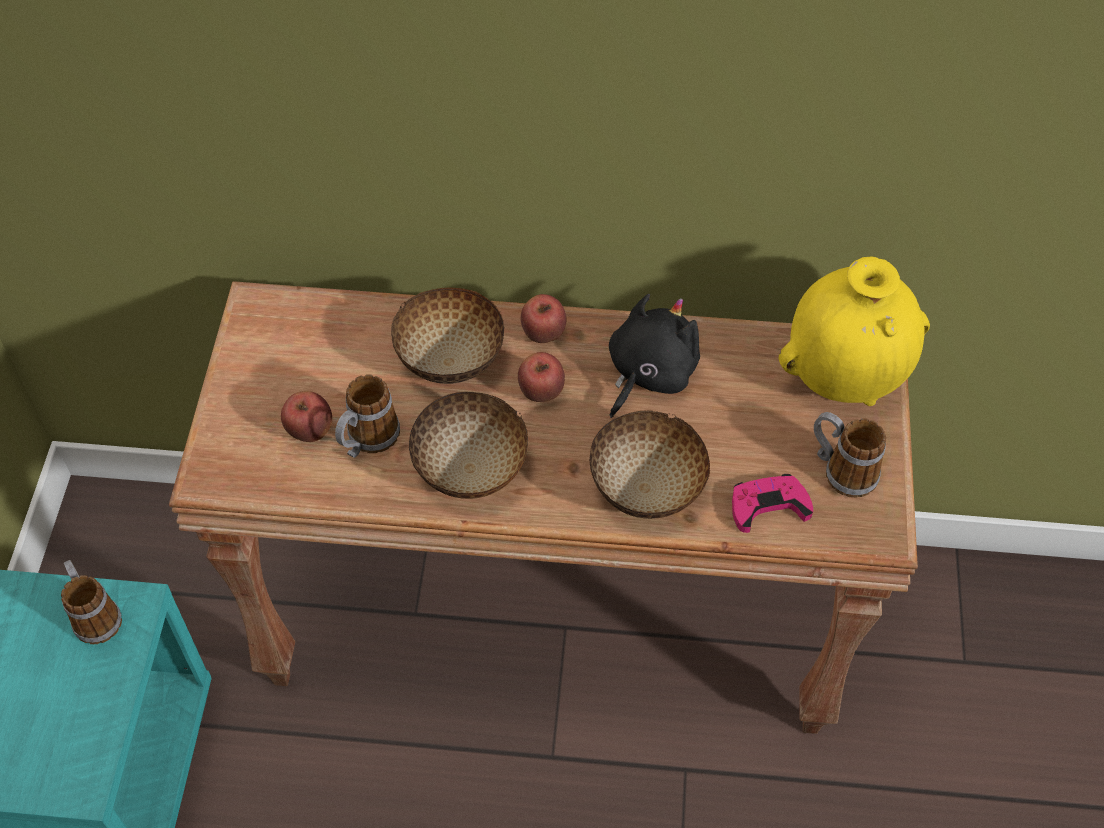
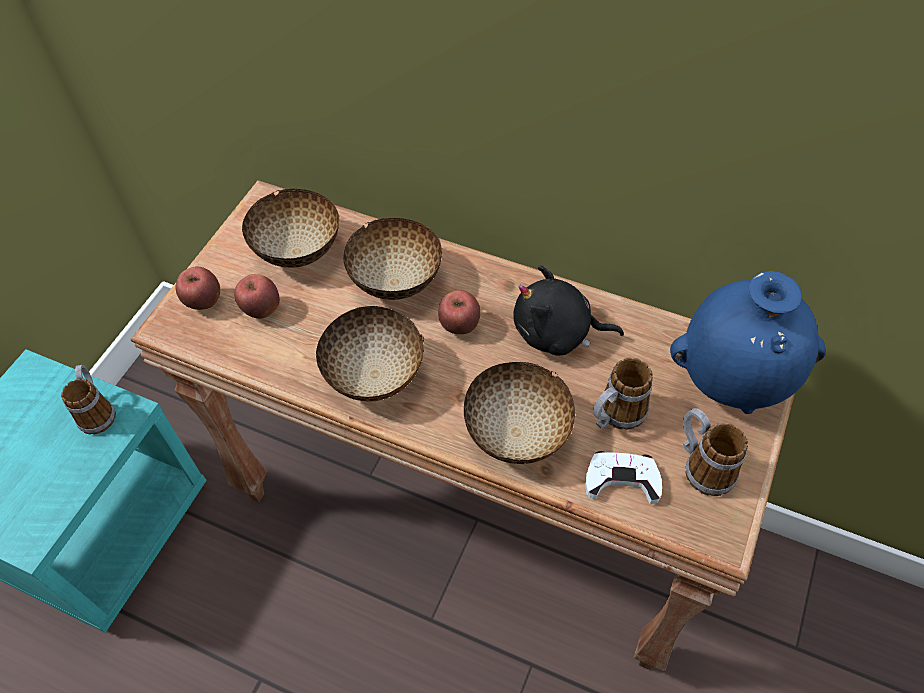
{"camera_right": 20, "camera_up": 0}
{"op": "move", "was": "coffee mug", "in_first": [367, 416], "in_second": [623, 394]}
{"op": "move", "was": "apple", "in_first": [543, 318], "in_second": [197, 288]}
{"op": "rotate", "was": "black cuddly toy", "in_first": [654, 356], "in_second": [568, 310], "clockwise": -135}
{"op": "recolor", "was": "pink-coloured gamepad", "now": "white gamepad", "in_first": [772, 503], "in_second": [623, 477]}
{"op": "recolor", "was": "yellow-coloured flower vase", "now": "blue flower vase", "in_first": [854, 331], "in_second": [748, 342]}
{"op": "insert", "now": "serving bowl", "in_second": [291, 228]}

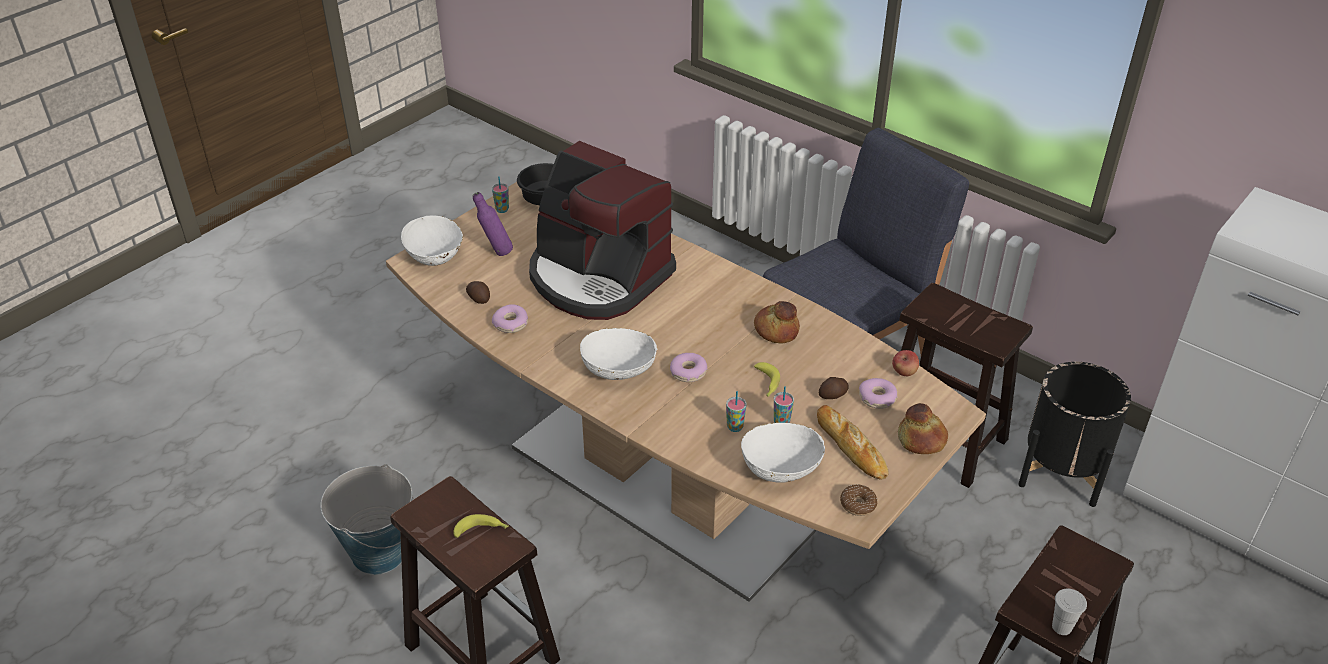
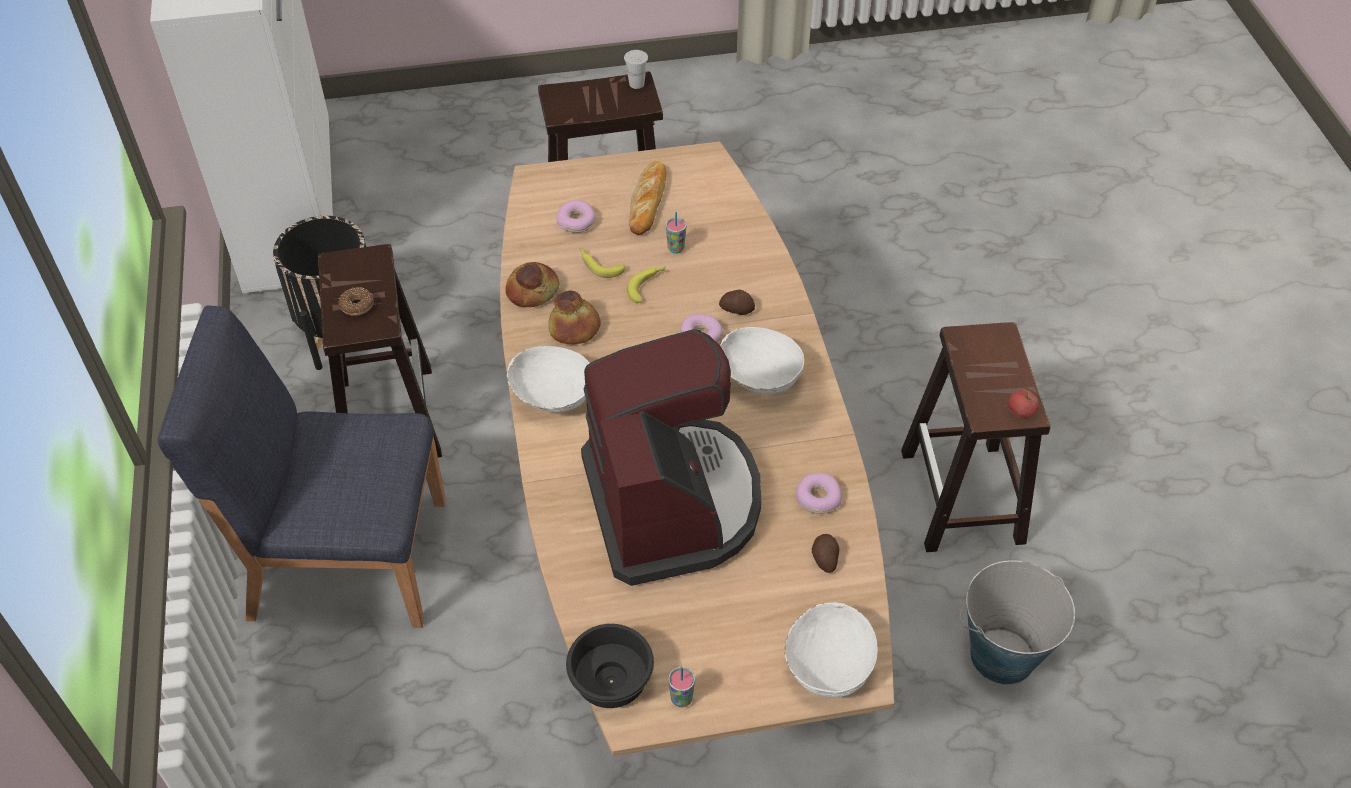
{"camera_right": -140, "camera_up": 10}
{"op": "move", "was": "banana", "in_first": [480, 526], "in_second": [602, 263]}
{"op": "delete", "was": "purple drink bottle", "in_first": [493, 224]}
{"op": "delete", "was": "drinking cup", "in_first": [736, 411]}
{"op": "move", "was": "white serving bowl", "in_first": [783, 453], "in_second": [548, 379]}
{"op": "move", "was": "whole potato", "in_first": [834, 388], "in_second": [737, 302]}
{"op": "move", "was": "doughnut", "in_first": [858, 500], "in_second": [356, 301]}
{"op": "move", "was": "apple", "in_first": [905, 363], "in_second": [1023, 404]}
{"op": "move", "was": "bread", "in_first": [923, 428], "in_second": [532, 284]}

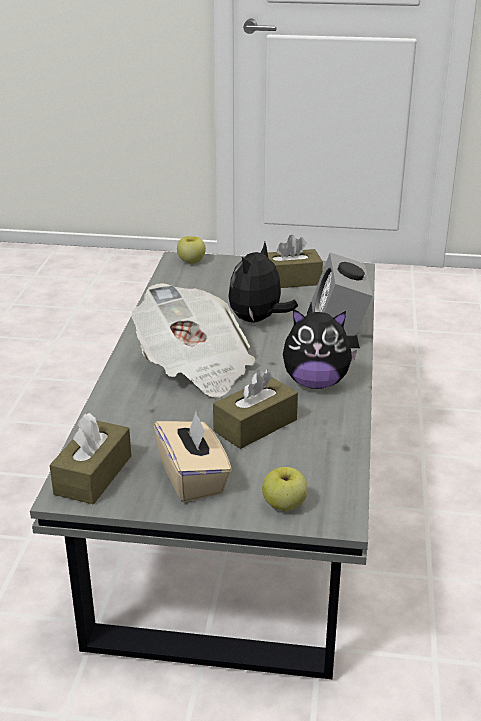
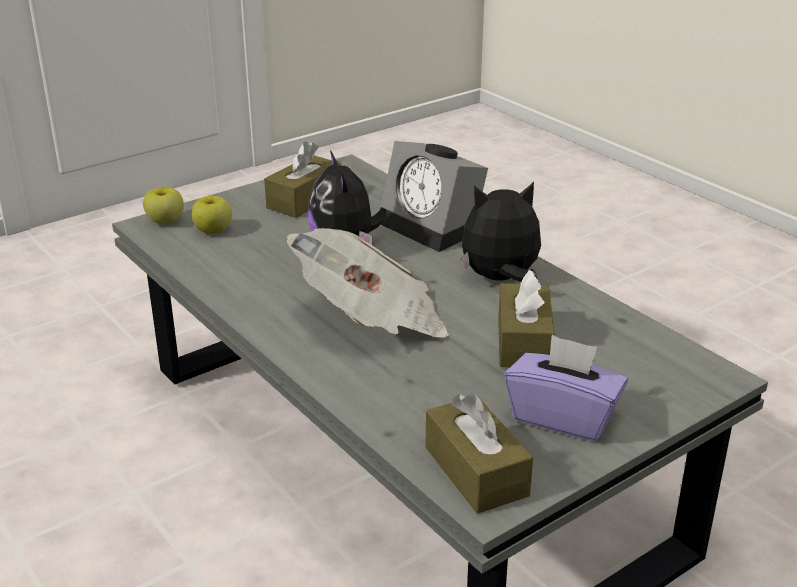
{"camera_right": -45, "camera_up": 0}
{"op": "recolor", "was": "beige tissue box", "now": "purple tissue box", "in_first": [193, 457], "in_second": [566, 388]}
{"op": "move", "was": "apple", "in_first": [285, 489], "in_second": [212, 215]}
{"op": "rotate", "was": "cuddly toy", "in_first": [320, 349], "in_second": [501, 232], "clockwise": -150}

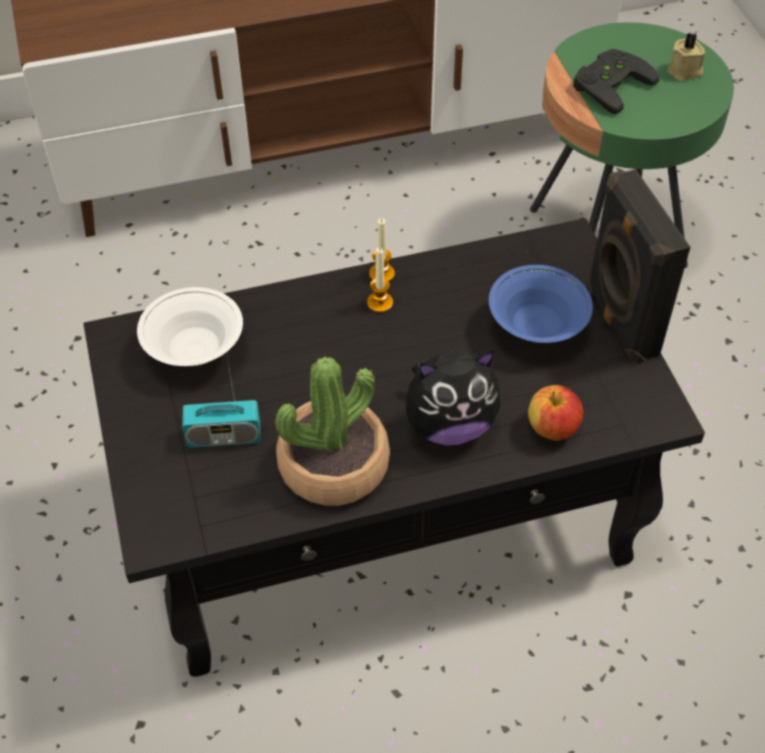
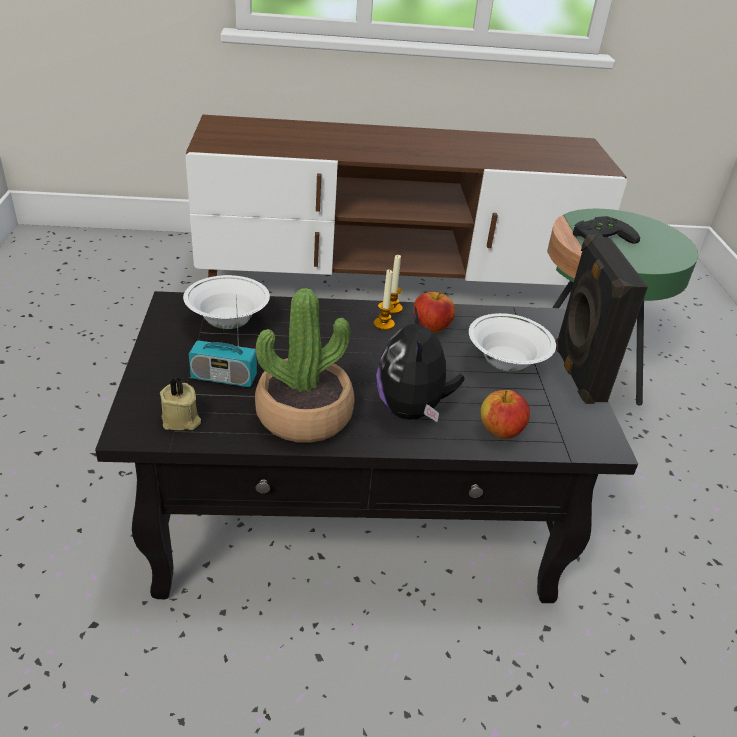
{"camera_right": 10, "camera_up": -15}
{"op": "rotate", "was": "cuddly toy", "in_first": [453, 397], "in_second": [420, 364], "clockwise": 90}
{"op": "recolor", "was": "blue serving bowl", "now": "white serving bowl", "in_first": [541, 304], "in_second": [512, 342]}
{"op": "move", "was": "beige candle", "in_first": [686, 57], "in_second": [180, 403]}
{"op": "insert", "now": "apple", "in_second": [434, 312]}

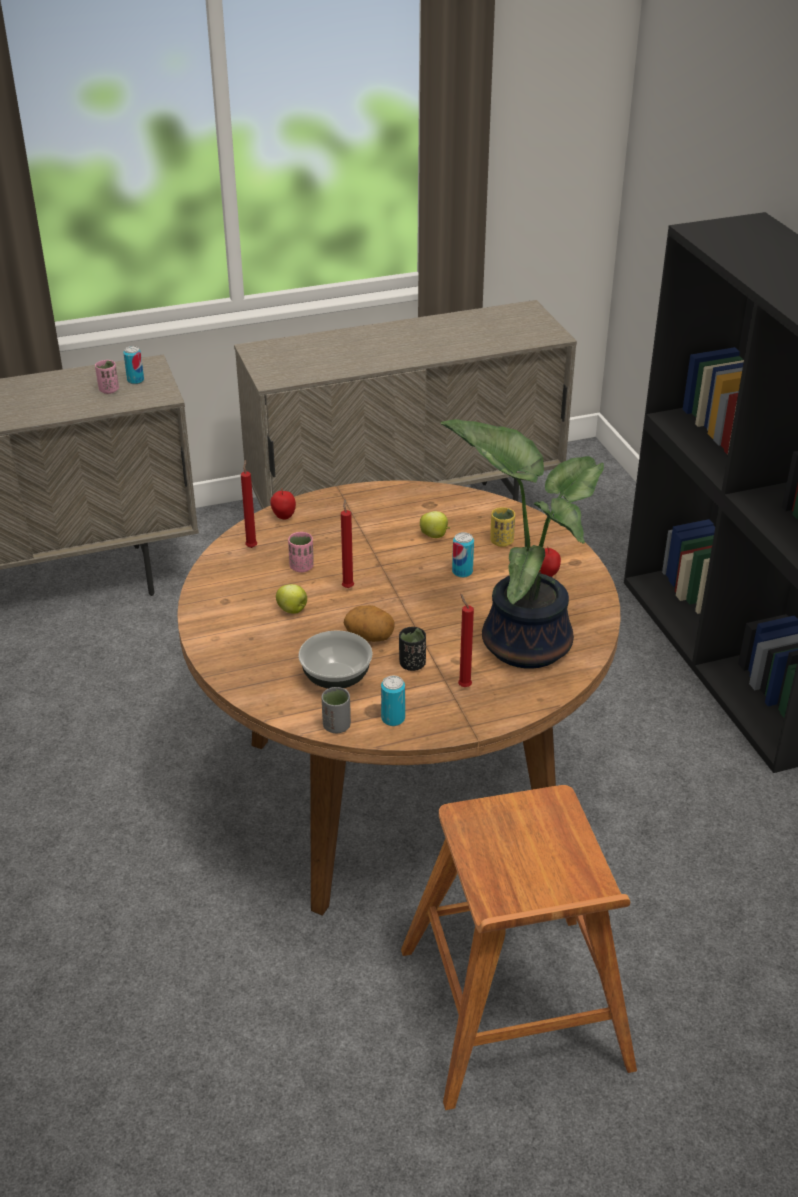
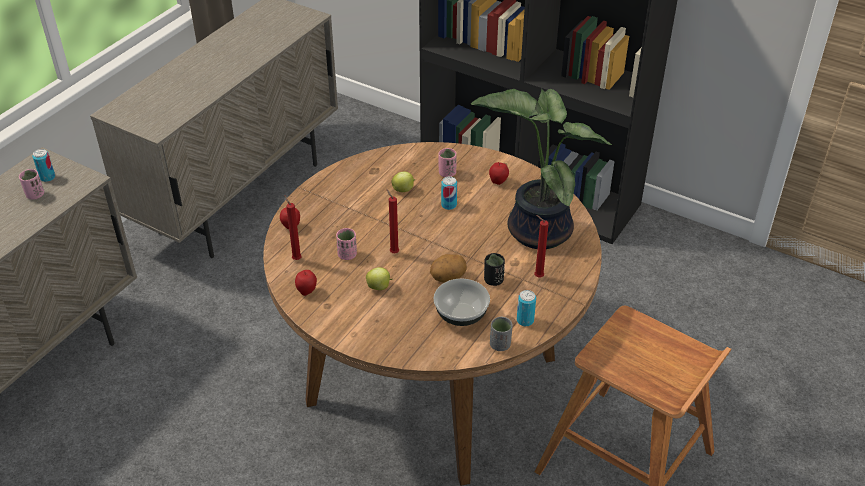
{"camera_right": -40, "camera_up": 5}
{"op": "recolor", "was": "yellow-coloured drinking cup", "now": "pink-coloured drinking cup", "in_first": [503, 527], "in_second": [447, 162]}
{"op": "insert", "now": "apple", "in_second": [306, 283]}

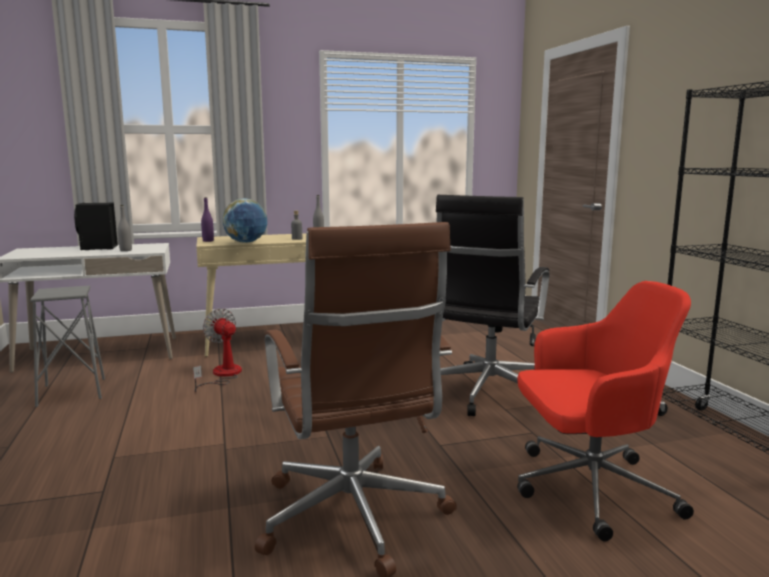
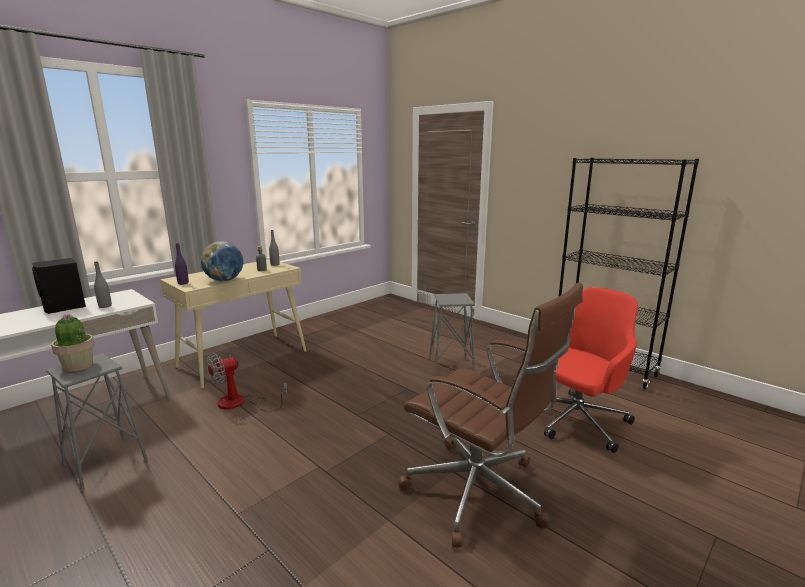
{"camera_right": -30, "camera_up": 5}
{"op": "rotate", "was": "fan", "in_first": [217, 350], "in_second": [247, 382], "clockwise": -60}
{"op": "replace", "was": "black computer chair", "now": "gray stool", "in_first": [492, 305], "in_second": [452, 335]}
{"op": "insert", "now": "plant in a pot", "in_second": [73, 342]}

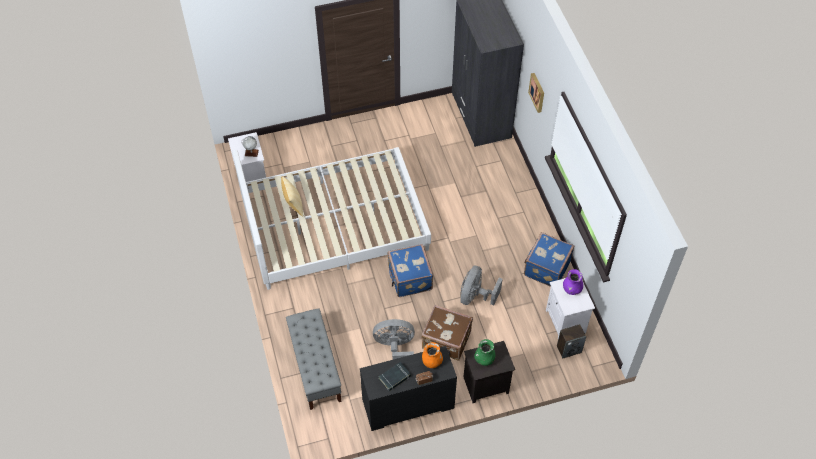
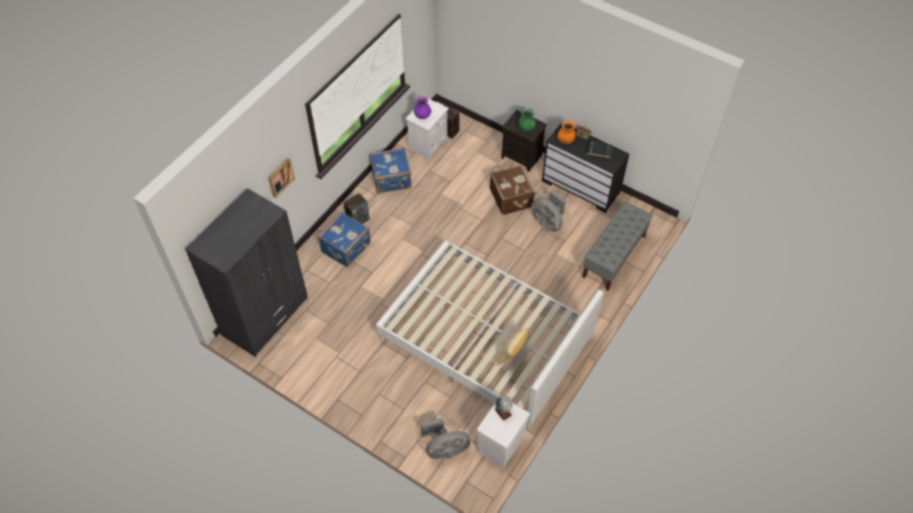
{"camera_right": -130, "camera_up": 0}
{"op": "move", "was": "blue piece of luggage", "in_first": [410, 270], "in_second": [344, 239]}
{"op": "move", "was": "gray fan", "in_first": [481, 285], "in_second": [445, 438]}
{"op": "insert", "now": "speaker", "in_second": [357, 208]}

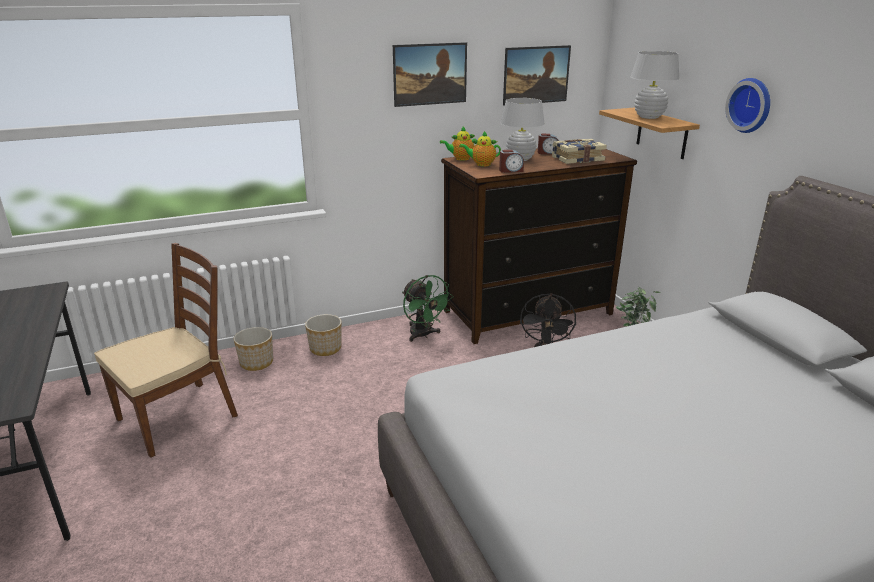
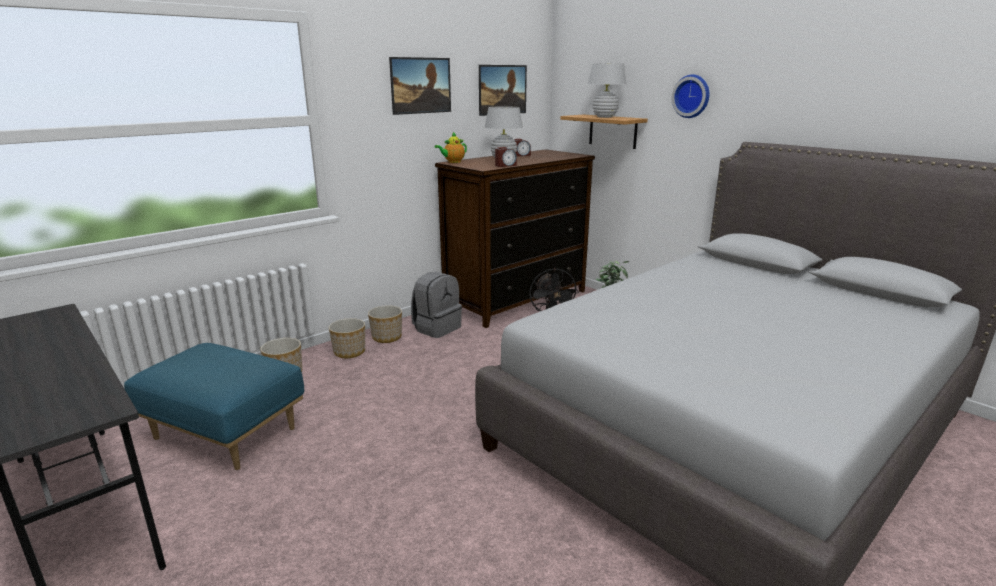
{"camera_right": -20, "camera_up": -5}
{"op": "replace", "was": "brown chair", "now": "blue footrest", "in_first": [166, 350], "in_second": [214, 406]}
{"op": "replace", "was": "green-coloured fan", "now": "gray knapsack", "in_first": [428, 308], "in_second": [436, 305]}
{"op": "delete", "was": "teapot", "in_first": [480, 148]}
{"op": "delete", "was": "book", "in_first": [579, 151]}
{"op": "insert", "now": "flower pot", "in_second": [385, 324]}

